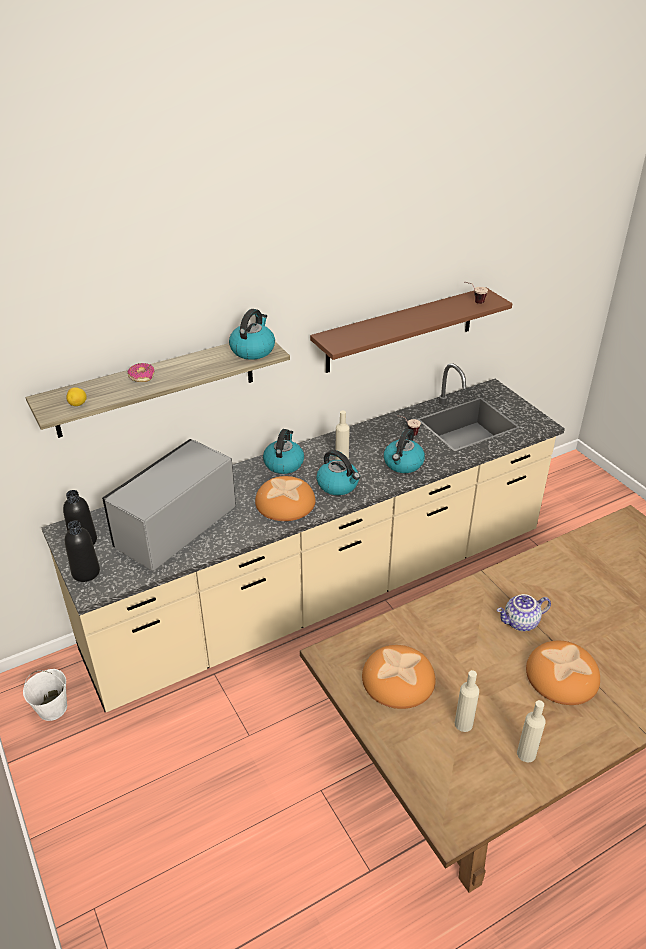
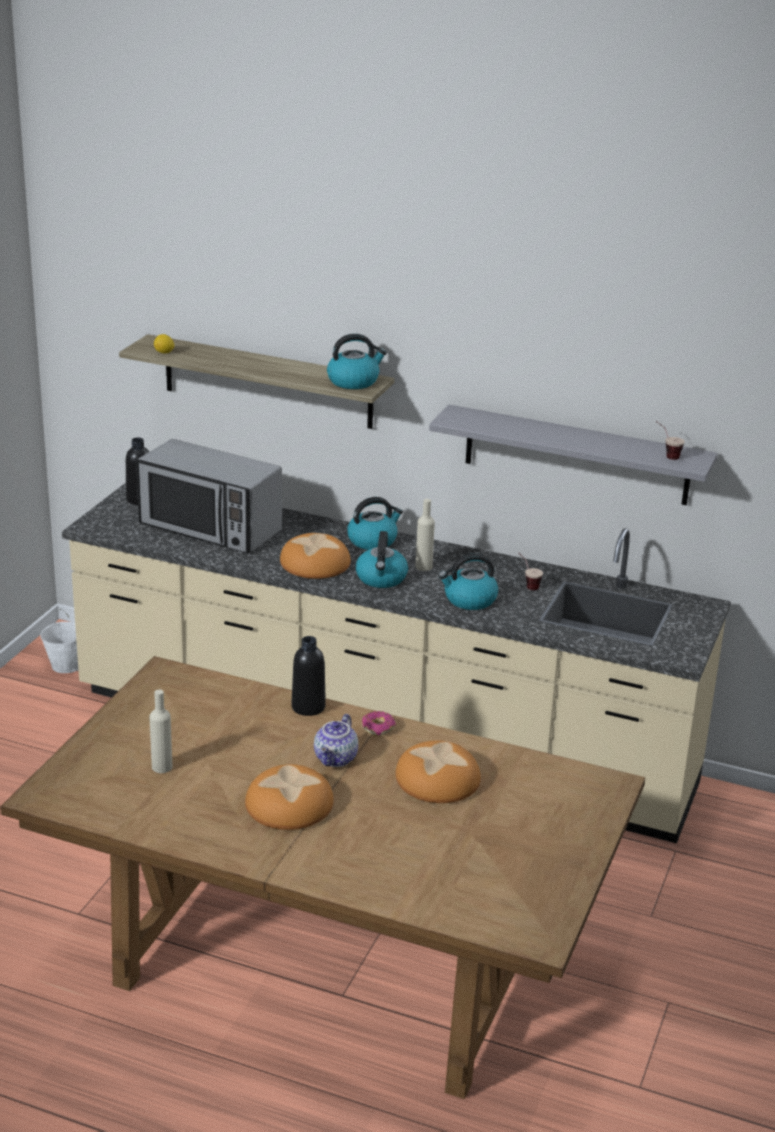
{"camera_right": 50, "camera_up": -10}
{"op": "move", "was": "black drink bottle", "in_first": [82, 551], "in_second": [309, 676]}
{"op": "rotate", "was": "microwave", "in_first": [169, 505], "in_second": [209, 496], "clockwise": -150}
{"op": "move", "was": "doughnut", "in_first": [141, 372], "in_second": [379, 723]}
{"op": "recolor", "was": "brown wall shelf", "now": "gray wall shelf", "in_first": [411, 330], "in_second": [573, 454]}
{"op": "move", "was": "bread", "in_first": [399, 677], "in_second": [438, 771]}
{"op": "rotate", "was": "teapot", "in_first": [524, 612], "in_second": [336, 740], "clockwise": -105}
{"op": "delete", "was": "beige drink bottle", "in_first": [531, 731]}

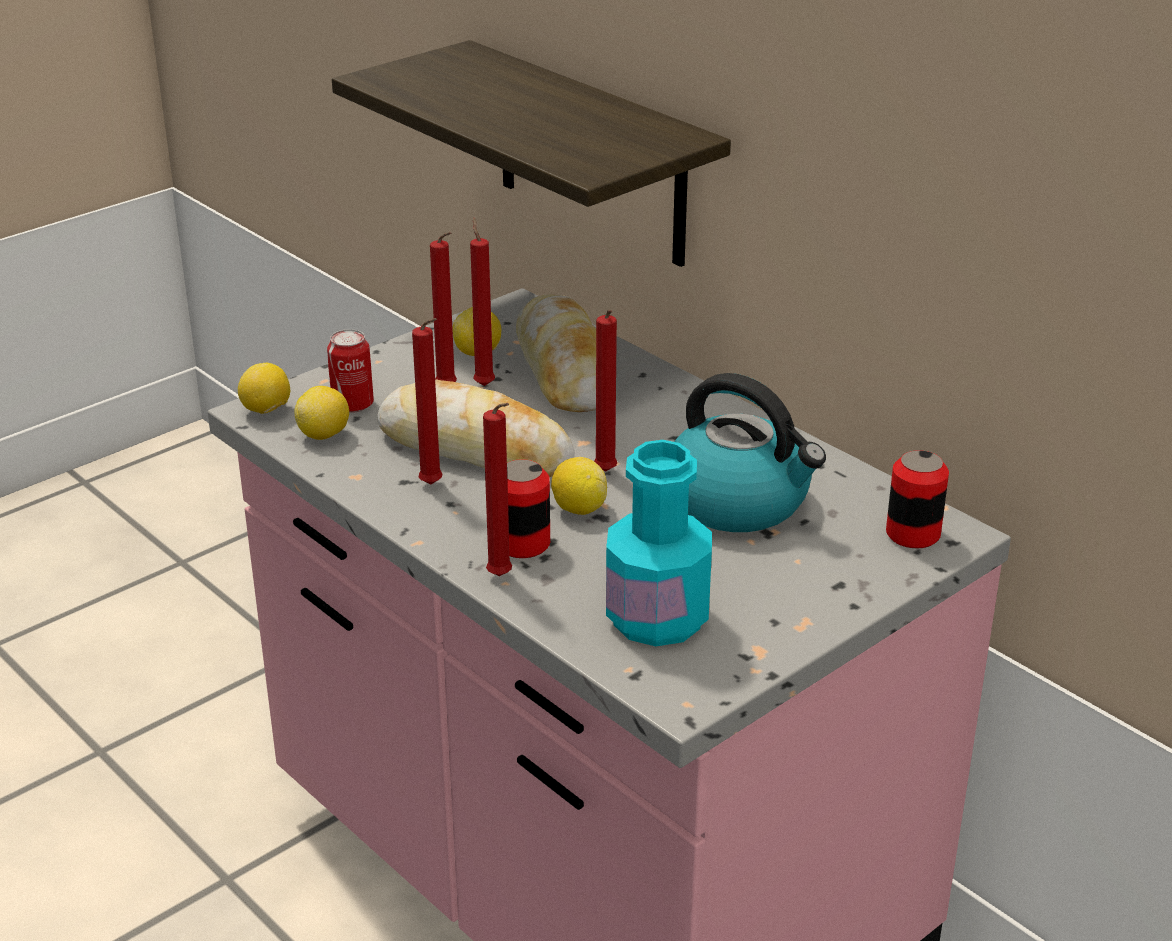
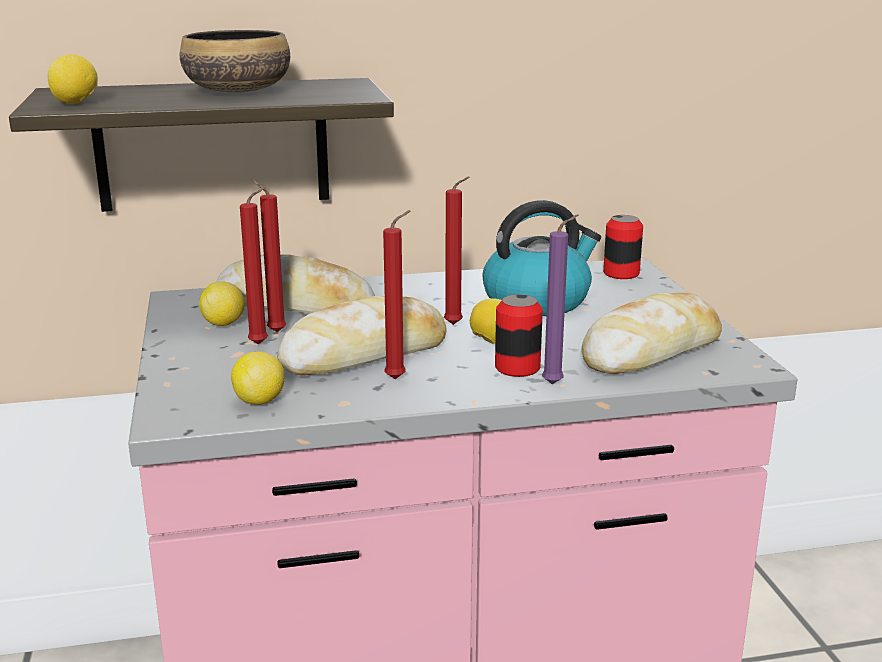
{"camera_right": -60, "camera_up": -10}
{"op": "move", "was": "citrus fruit", "in_first": [264, 388], "in_second": [72, 79]}
{"op": "delete", "was": "can", "in_first": [350, 371]}
{"op": "recolor", "was": "reddish candle", "now": "purple candle", "in_first": [497, 489], "in_second": [560, 299]}
{"op": "replace", "was": "turquoise-coloured drink bottle", "now": "bread", "in_first": [659, 543], "in_second": [652, 333]}
{"op": "insert", "now": "serving bowl", "in_second": [235, 61]}

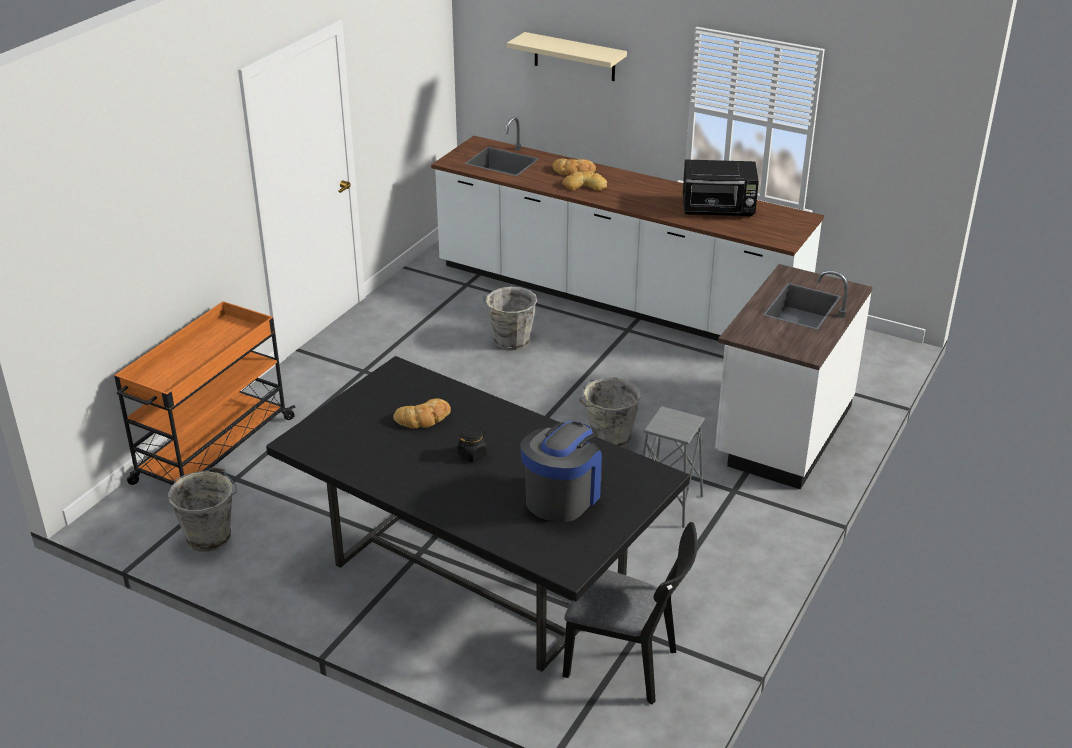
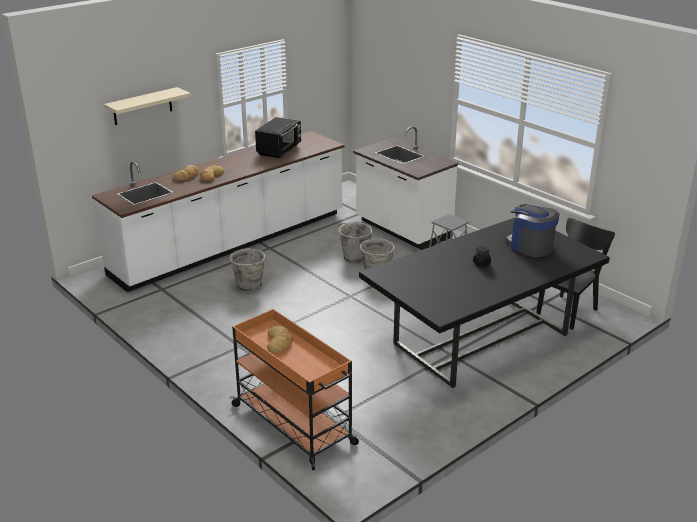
{"camera_right": -70, "camera_up": -5}
{"op": "move", "was": "gray water bucket", "in_first": [202, 509], "in_second": [355, 243]}
{"op": "move", "was": "bread", "in_first": [422, 413], "in_second": [280, 339]}

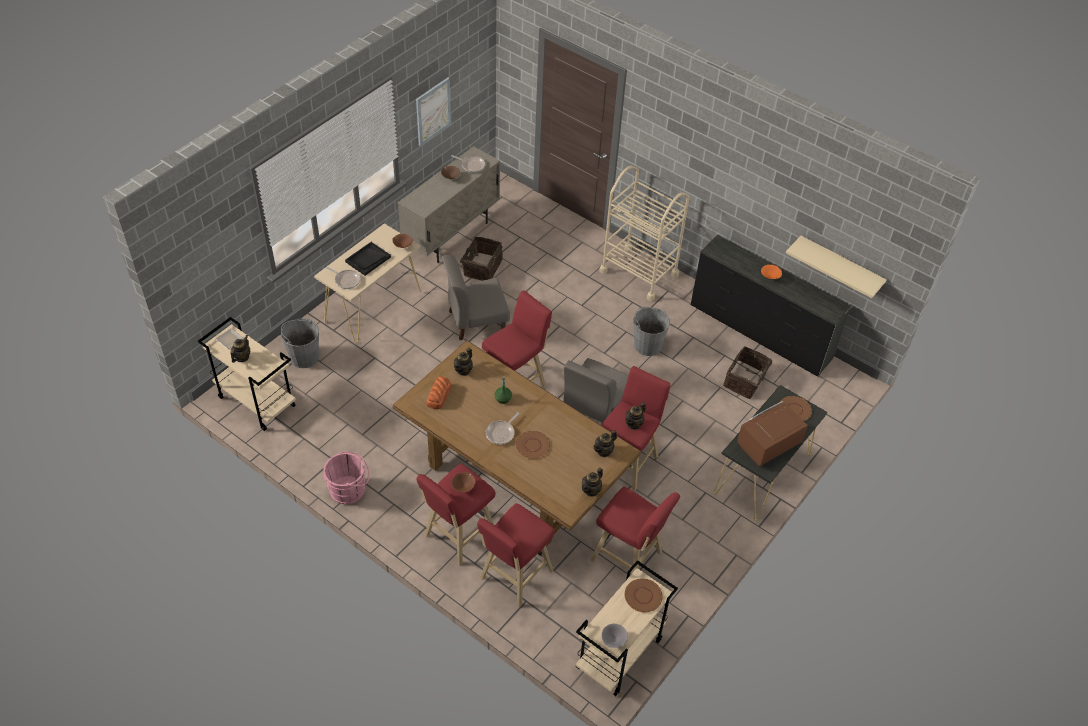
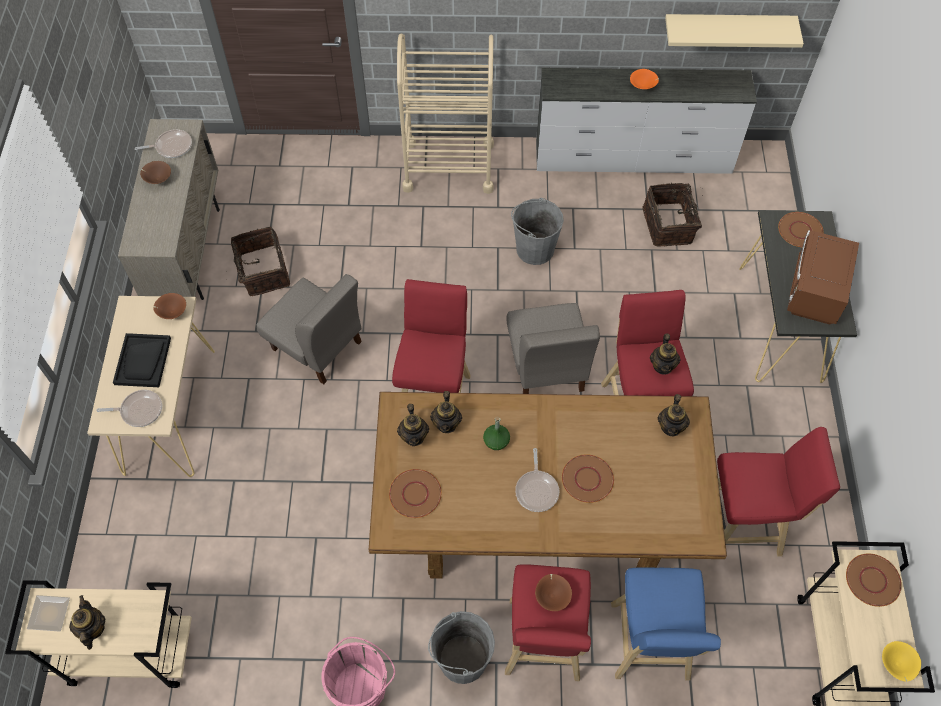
{"camera_right": -35, "camera_up": 10}
{"op": "move", "was": "gray water bucket", "in_first": [300, 343], "in_second": [461, 647]}
{"op": "delete", "was": "wall picture", "in_first": [433, 112]}
{"op": "replace", "was": "bread", "now": "brown plate", "in_first": [439, 393], "in_second": [415, 493]}
{"op": "rotate", "was": "gray chair", "in_first": [476, 297], "in_second": [309, 329], "clockwise": -90}
{"op": "recolor", "was": "reddish stool", "now": "blue stool", "in_first": [516, 555], "in_second": [666, 624]}
{"op": "move", "was": "teapot", "in_first": [592, 482], "in_second": [446, 412]}
{"op": "recolor", "was": "gray serving bowl", "now": "yellow-coloured serving bowl", "in_first": [615, 635], "in_second": [901, 661]}
{"op": "recolor", "was": "black chest of drawers", "now": "white chest of drawers", "in_first": [771, 306], "in_second": [646, 121]}

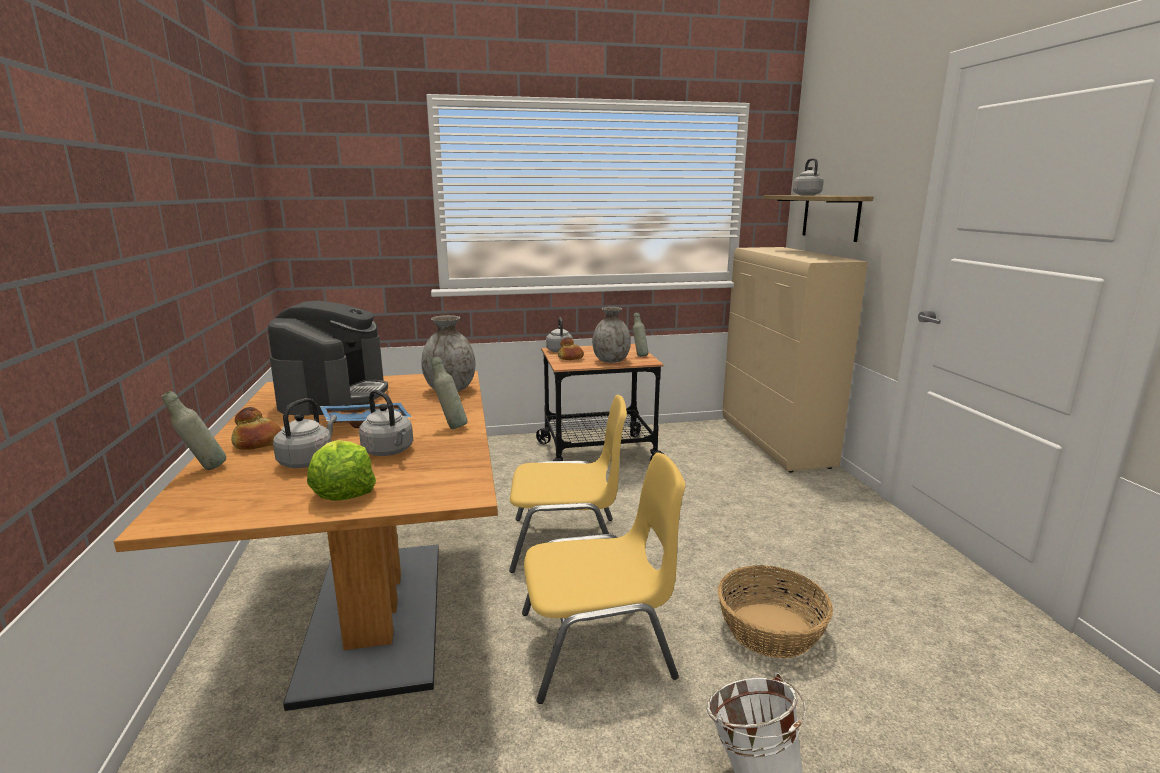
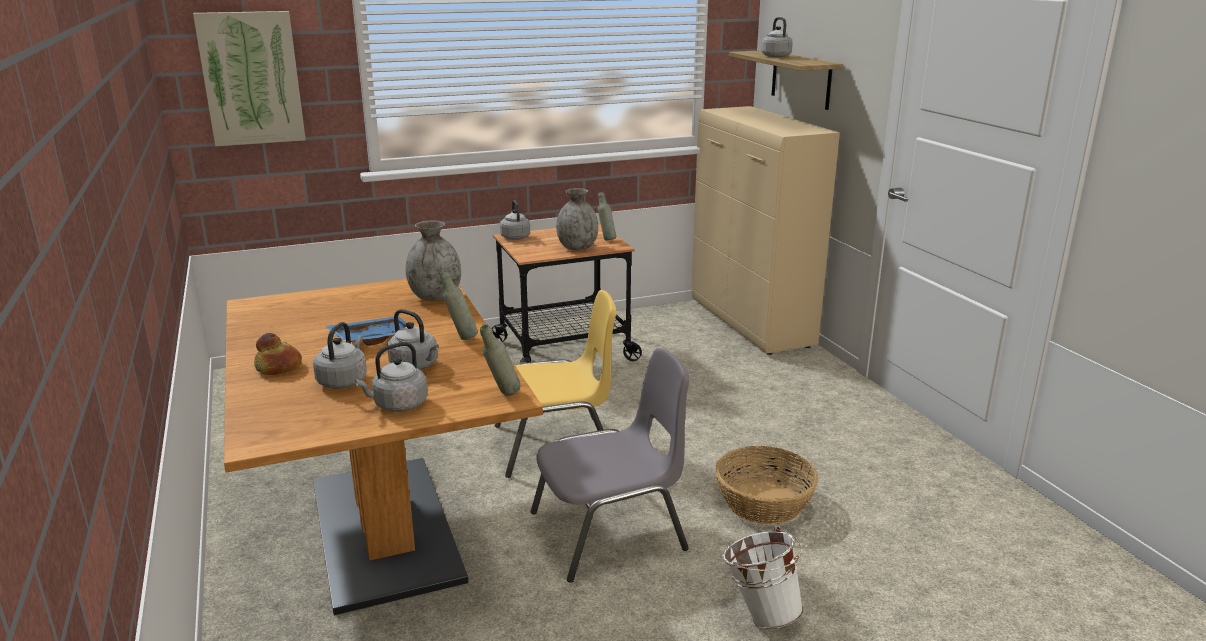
{"camera_right": -10, "camera_up": 5}
{"op": "move", "was": "gray drink bottle", "in_first": [194, 430], "in_second": [500, 360]}
{"op": "delete", "was": "coffee machine", "in_first": [328, 358]}
{"op": "replace", "was": "head of lettuce", "now": "gray water kettle", "in_first": [341, 470], "in_second": [391, 377]}
{"op": "recolor", "was": "yellow-coloured chair", "now": "gray chair", "in_first": [603, 578], "in_second": [610, 465]}
{"op": "delete", "was": "bread", "in_first": [571, 348]}
{"op": "insert", "now": "wall picture", "in_second": [249, 78]}

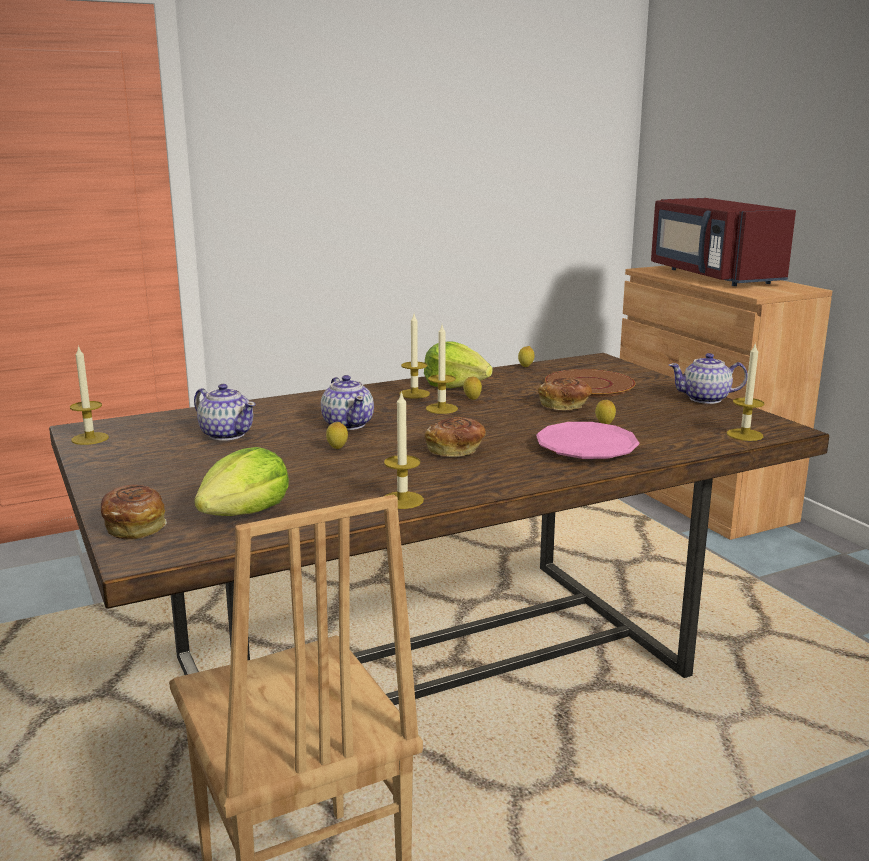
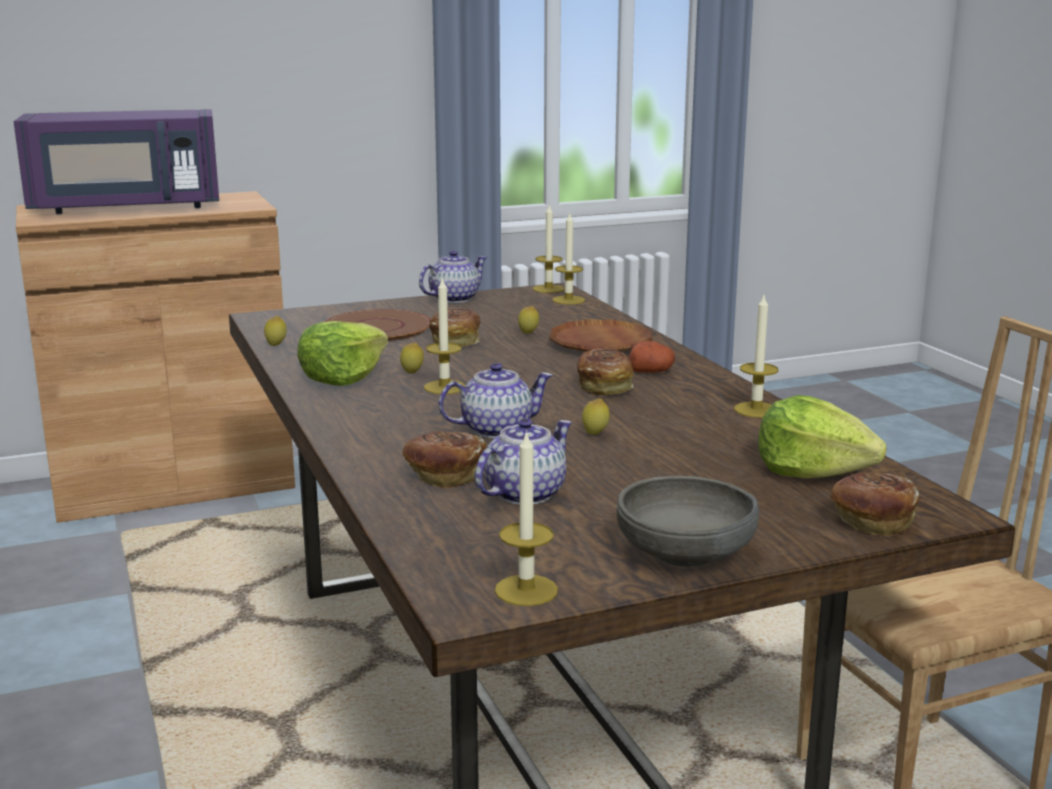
{"camera_right": -85, "camera_up": 0}
{"op": "move", "was": "candle", "in_first": [414, 356], "in_second": [549, 248]}
{"op": "recolor", "was": "pink-coloured plate", "now": "brown plate", "in_first": [588, 440], "in_second": [601, 335]}
{"op": "recolor", "was": "reddish microwave", "now": "purple microwave", "in_first": [723, 242], "in_second": [116, 161]}
{"op": "rotate", "was": "teapot", "in_first": [708, 378], "in_second": [453, 276], "clockwise": -135}
{"op": "insert", "now": "bread", "in_second": [445, 459]}
{"op": "insert", "now": "gray serving bowl", "in_second": [688, 521]}
{"op": "insert", "now": "whole potato", "in_second": [652, 357]}

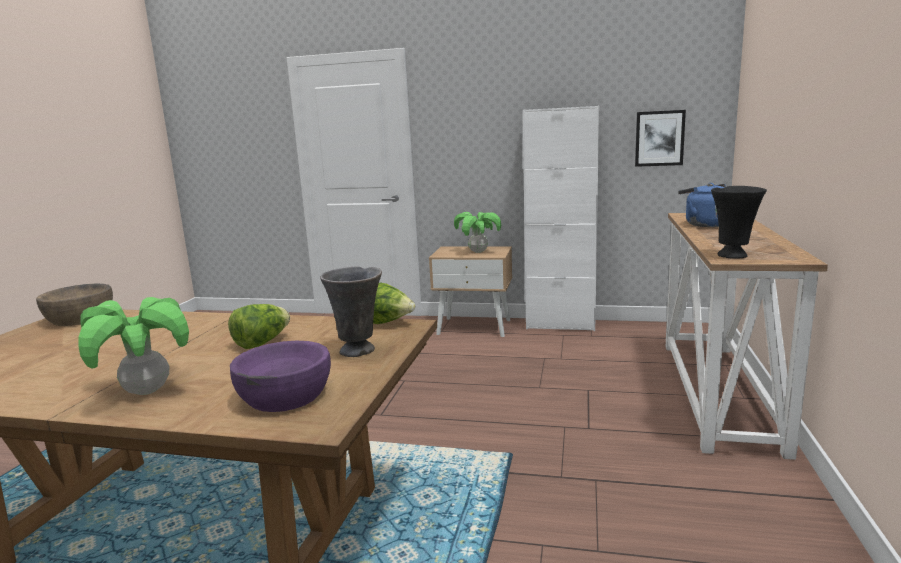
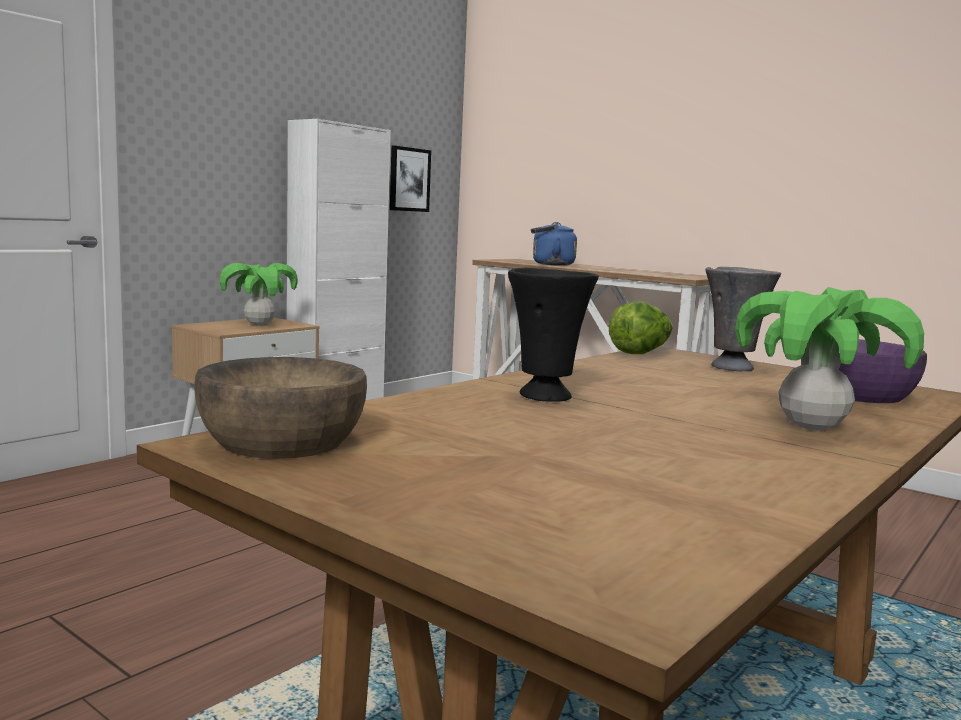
{"camera_right": -65, "camera_up": -5}
{"op": "delete", "was": "head of lettuce", "in_first": [259, 326]}
{"op": "move", "was": "black flower vase", "in_first": [739, 222], "in_second": [553, 335]}

